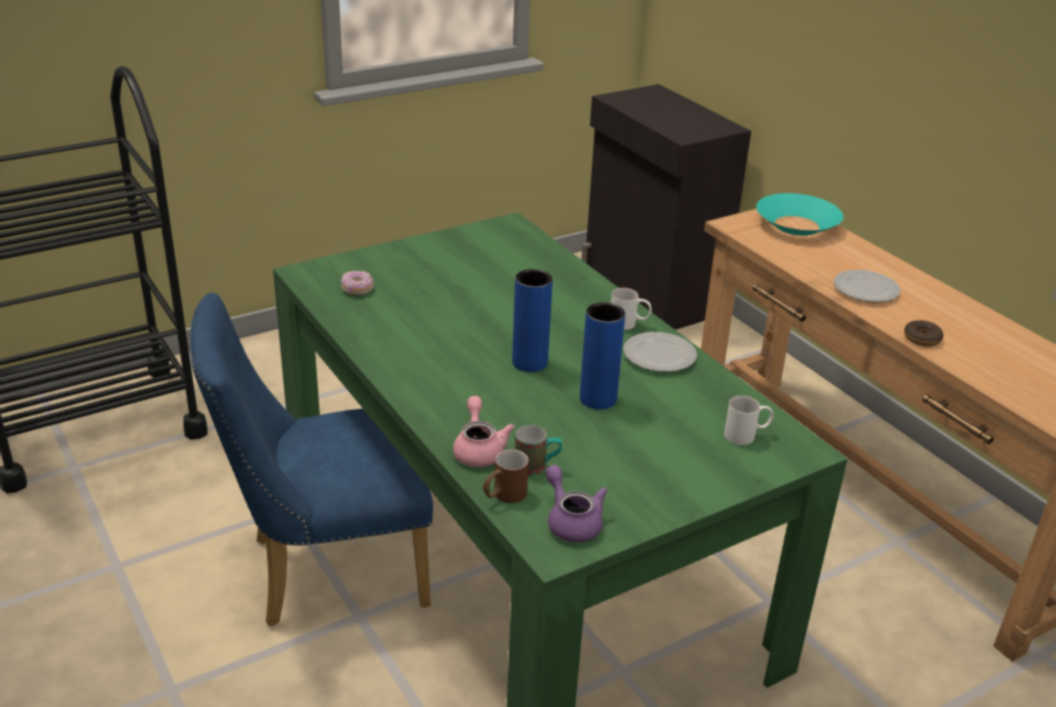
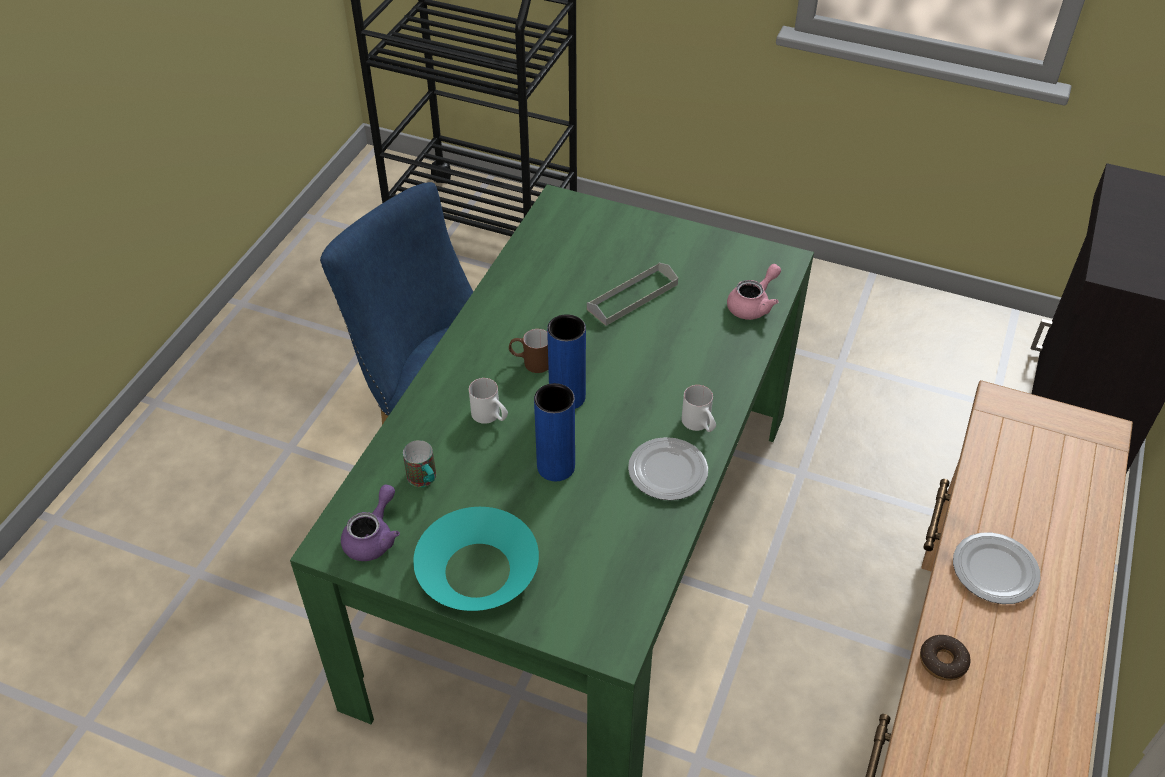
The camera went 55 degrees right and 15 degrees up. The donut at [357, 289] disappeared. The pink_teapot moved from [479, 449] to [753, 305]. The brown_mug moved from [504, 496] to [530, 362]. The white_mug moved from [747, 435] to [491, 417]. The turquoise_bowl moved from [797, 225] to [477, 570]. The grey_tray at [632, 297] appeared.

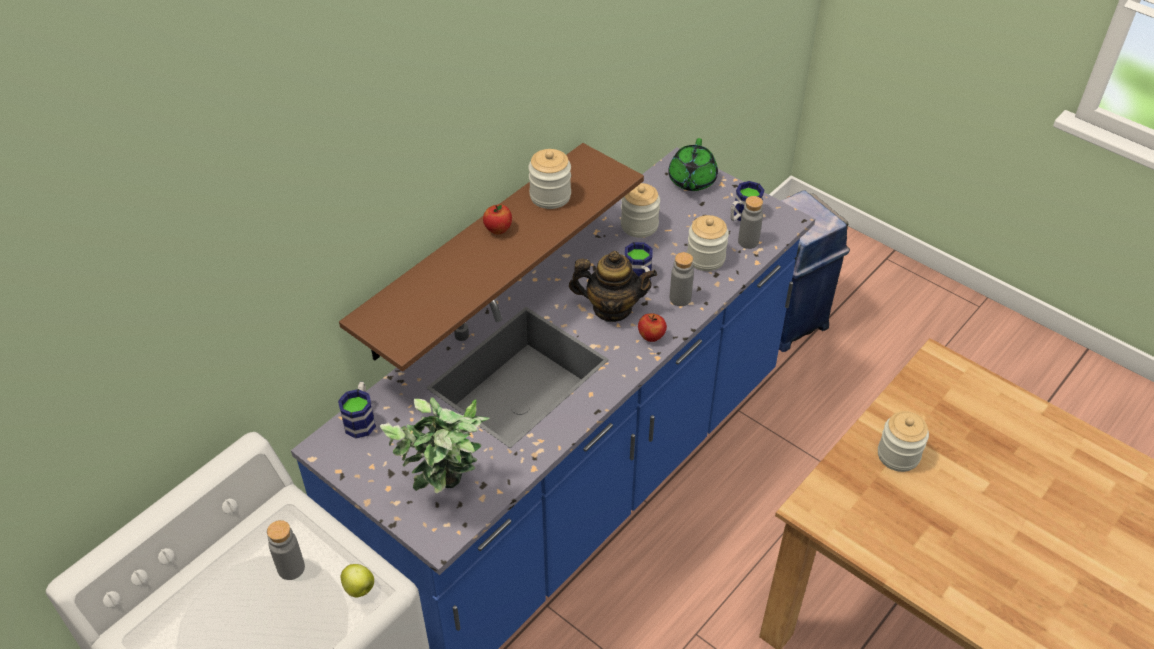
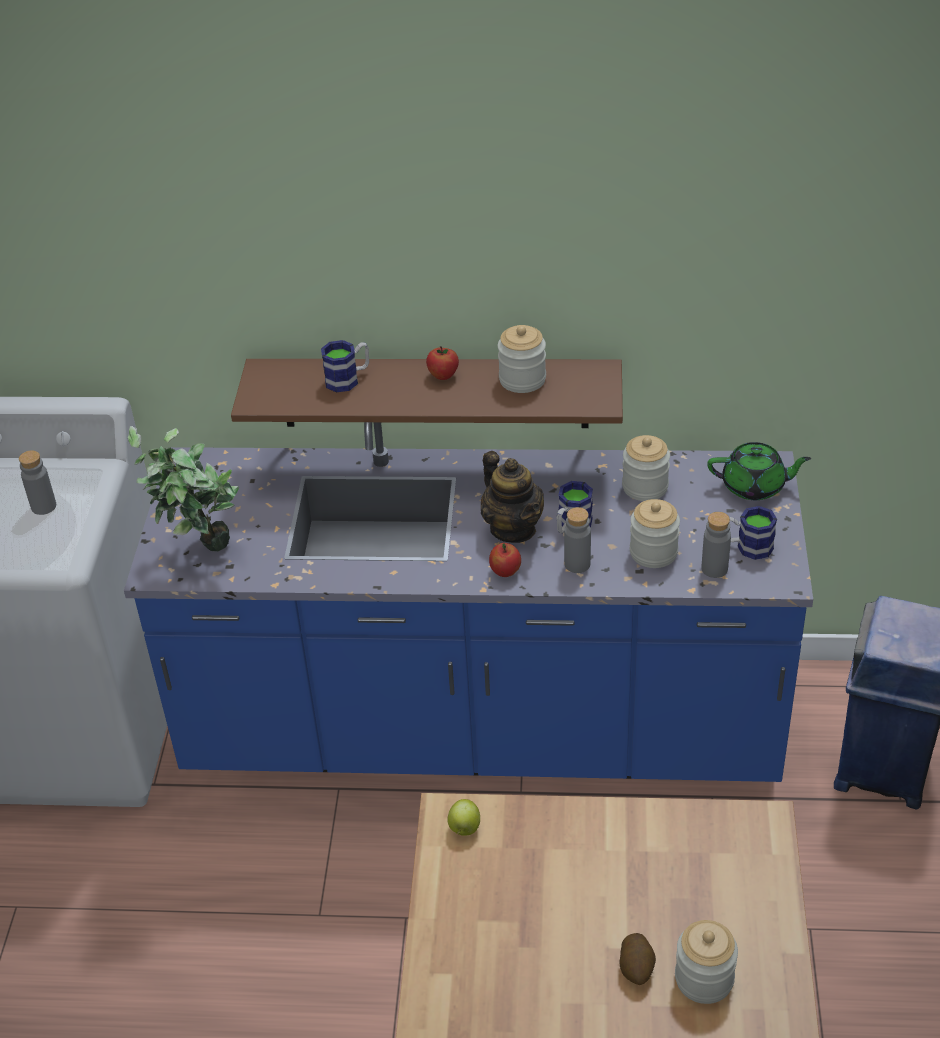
The camera went 55 degrees right and 5 degrees down. The mug moved from [361, 419] to [348, 379]. The apple moved from [360, 589] to [464, 828]. The green_teapot at [691, 181] turned 150 degrees counterclockwise. The jar moved from [898, 455] to [704, 979]. The potato at [637, 968] appeared.

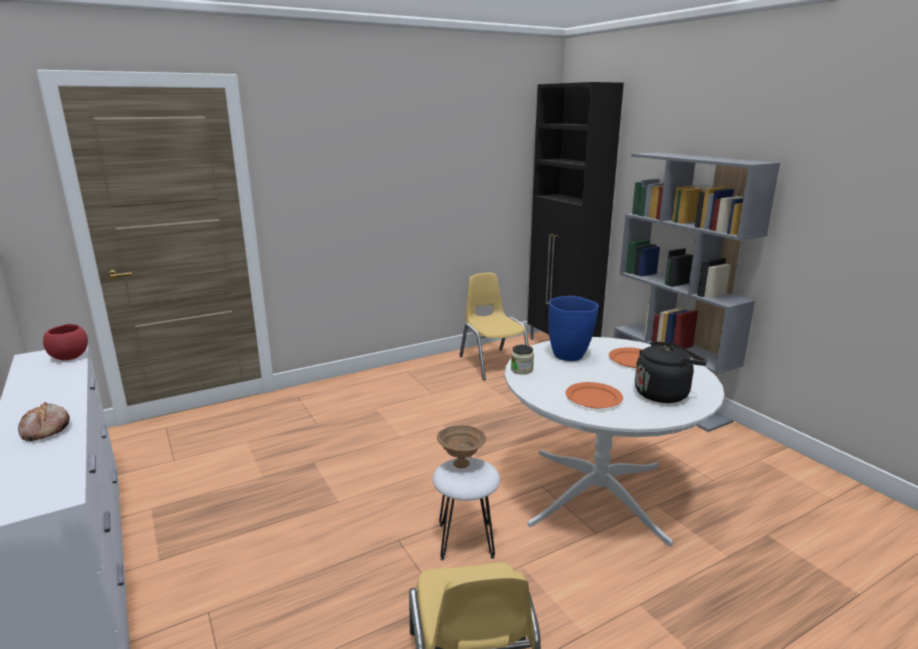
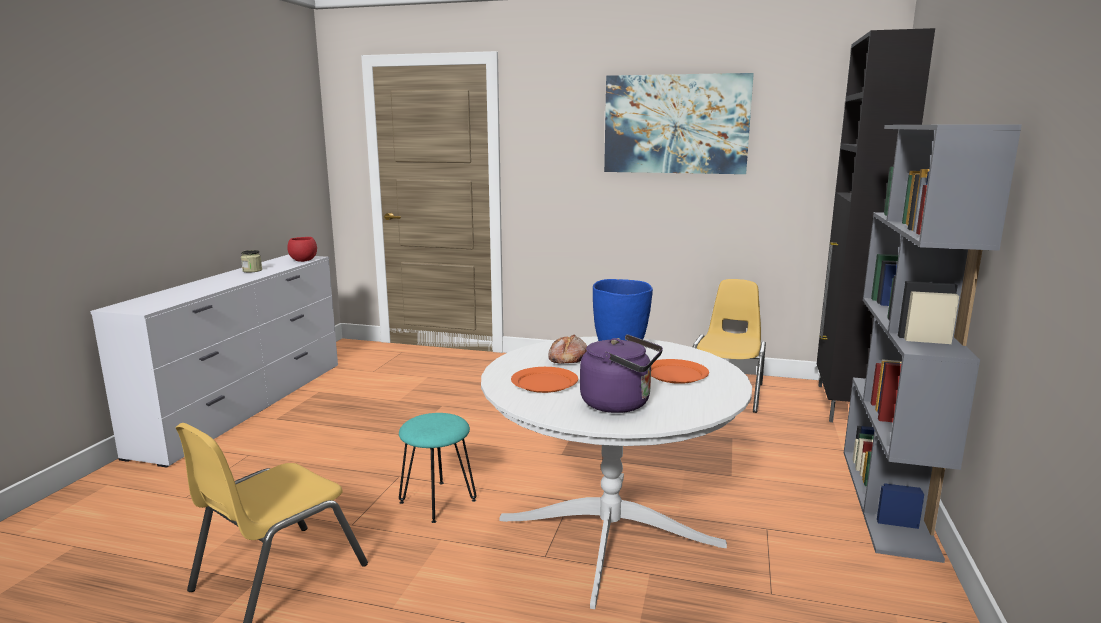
The camera went 45 degrees right and 5 degrees down. The bread moved from [45, 430] to [567, 359]. The white_stool at [465, 540] became the turquoise_stool at [437, 501]. The brown_bowl at [460, 463] disappeared. The jar moved from [522, 370] to [252, 270]. The black_kettle at [663, 393] became the purple_kettle at [620, 404]. The picture at [676, 124] appeared.

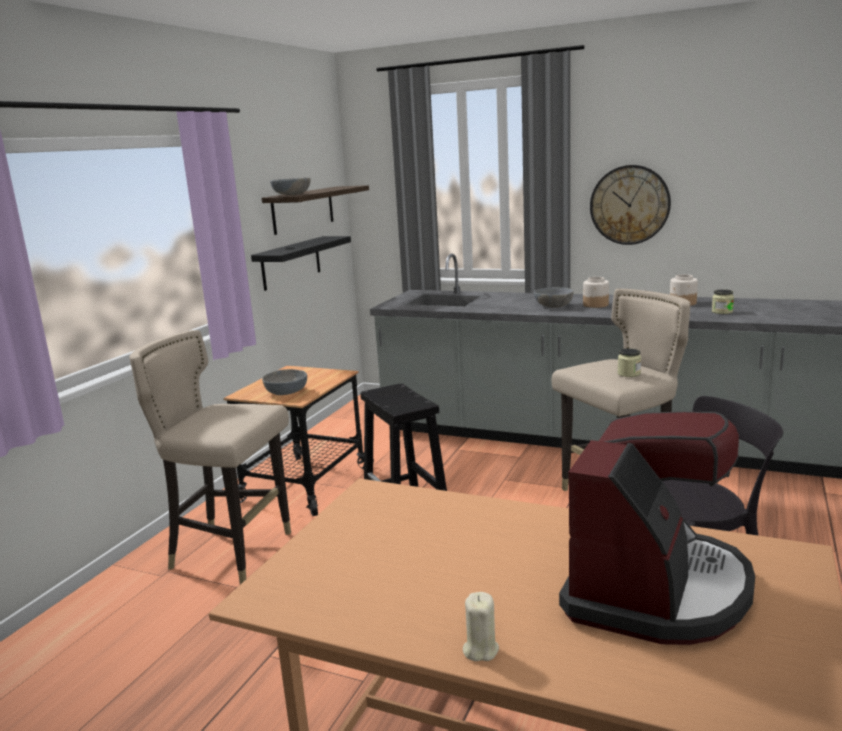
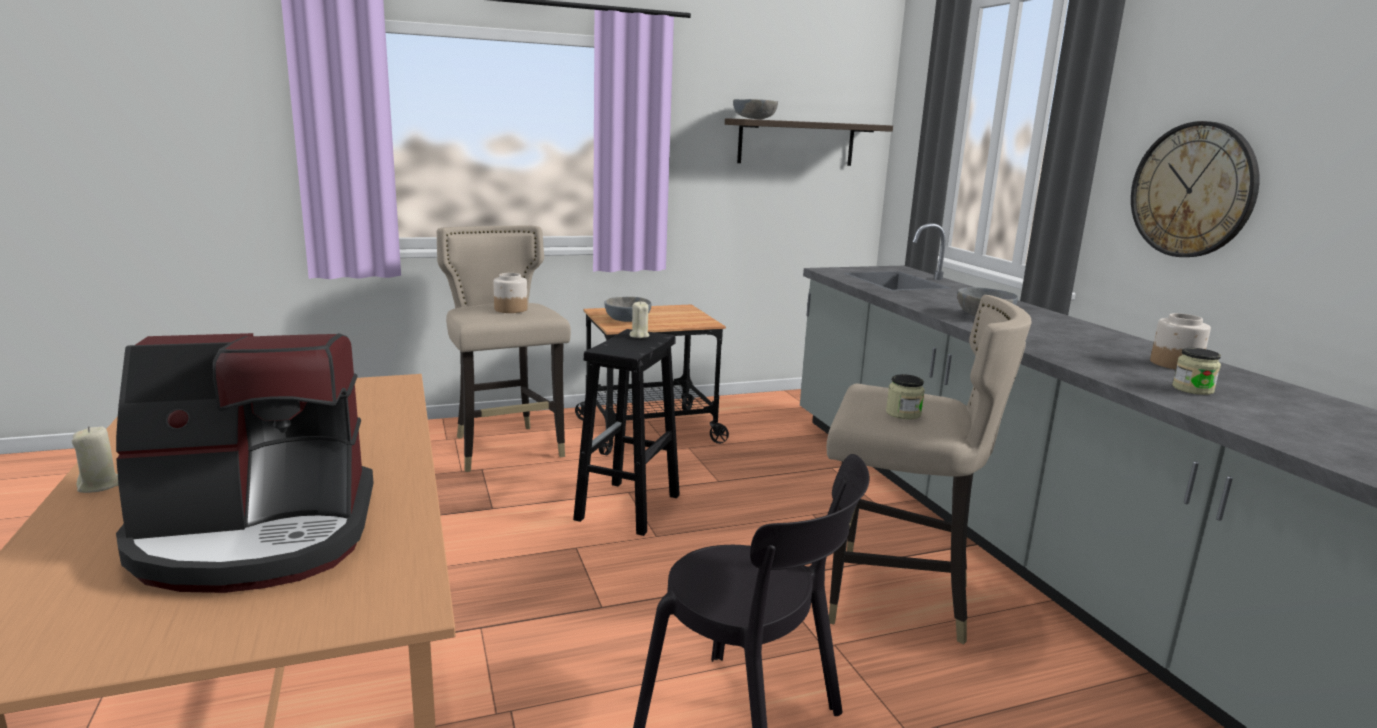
The camera went 45 degrees right and 0 degrees up. The black_shelf at [291, 262] disappeared. The jar moved from [595, 305] to [510, 309]. The beige_candle at [639, 335] appeared.

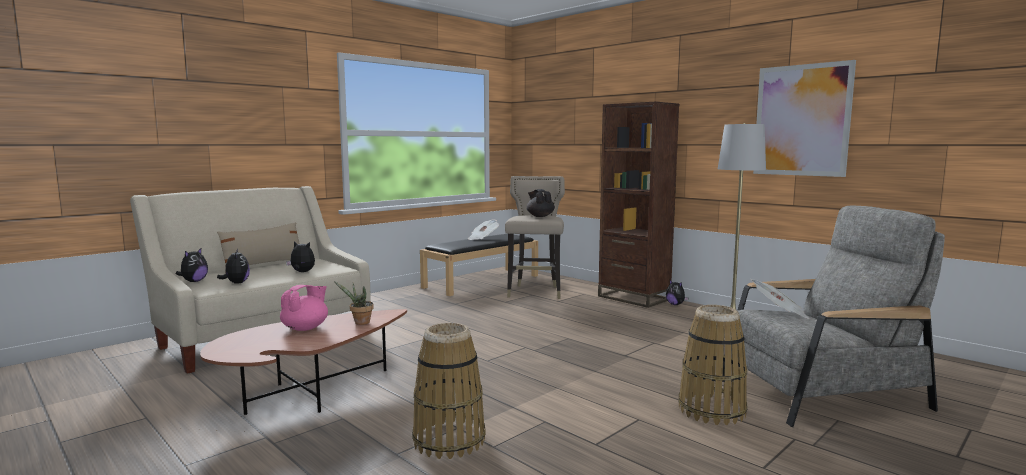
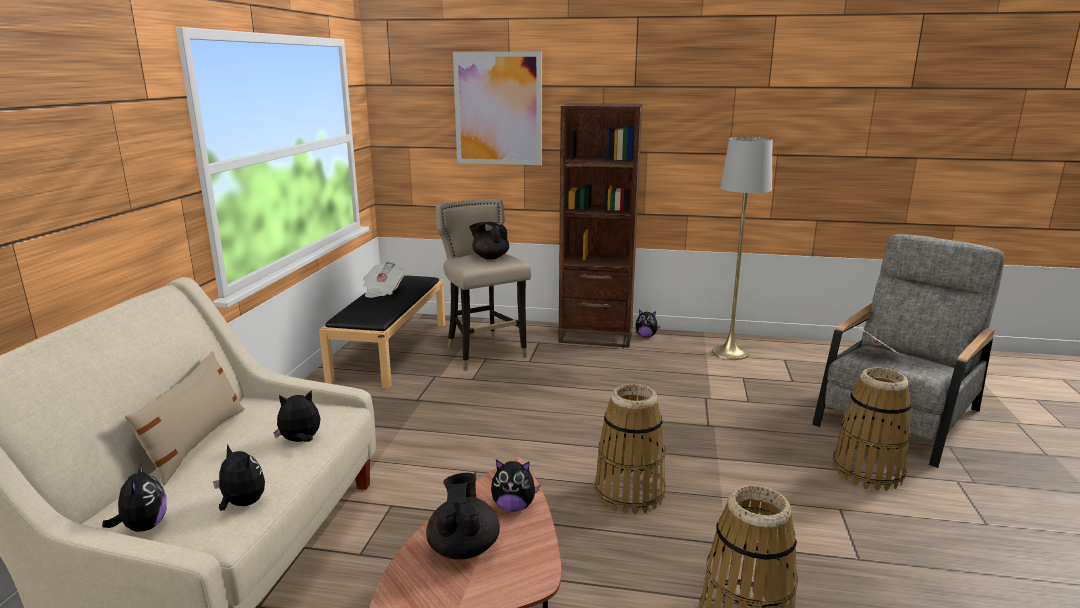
The camera went 35 degrees left and 10 degrees up. The pink_teapot at [306, 328] became the black_teapot at [463, 547]. The potted_plant at [360, 323] was replaced by the plush_toy at [514, 506]. The picture moved from [801, 120] to [498, 109]. The basket at [629, 492] appeared.

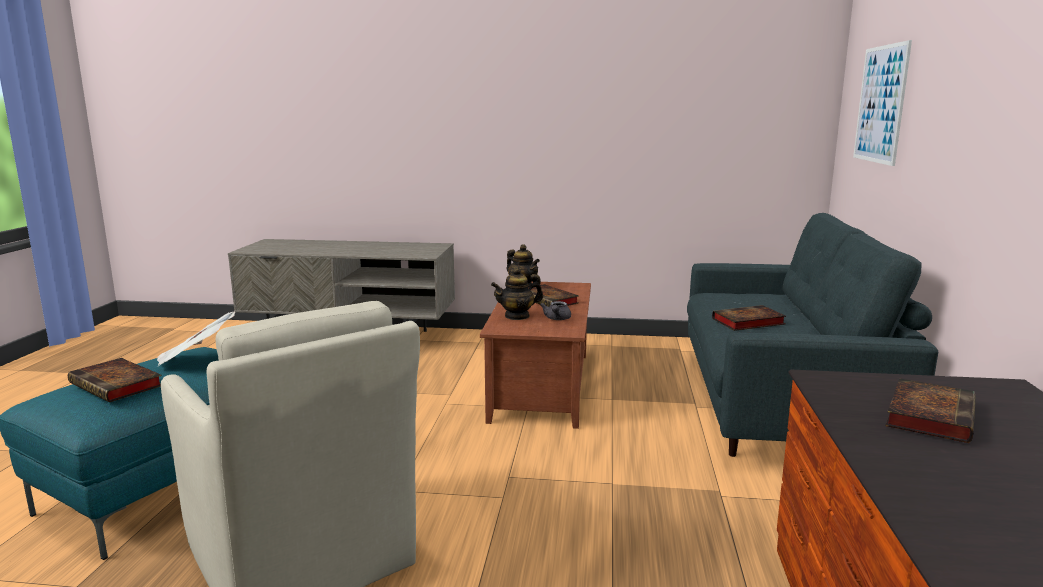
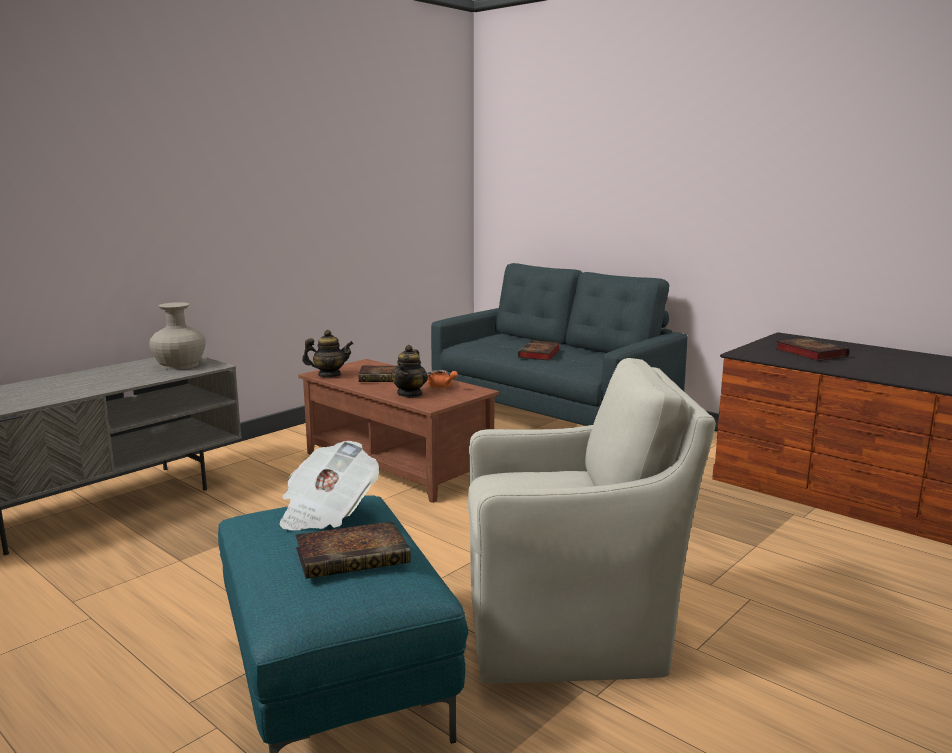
The camera went 55 degrees left and 0 degrees up. The grey_teapot at [556, 319] became the orange_teapot at [441, 387]. The picture at [880, 104] disappeared. The beige_vase at [179, 365] appeared.

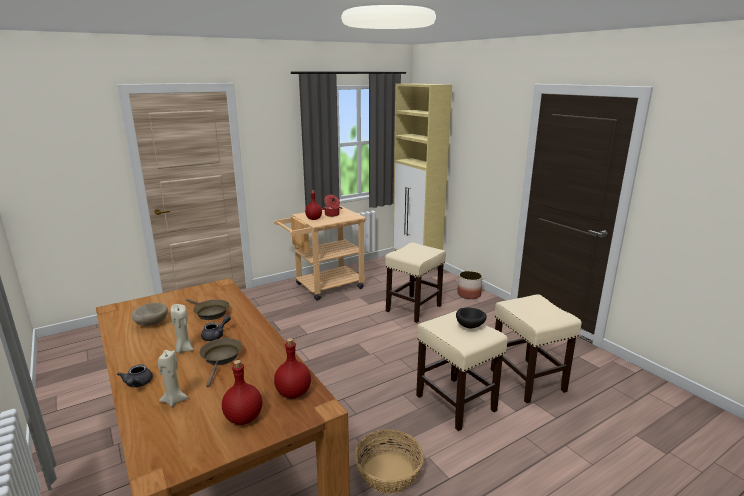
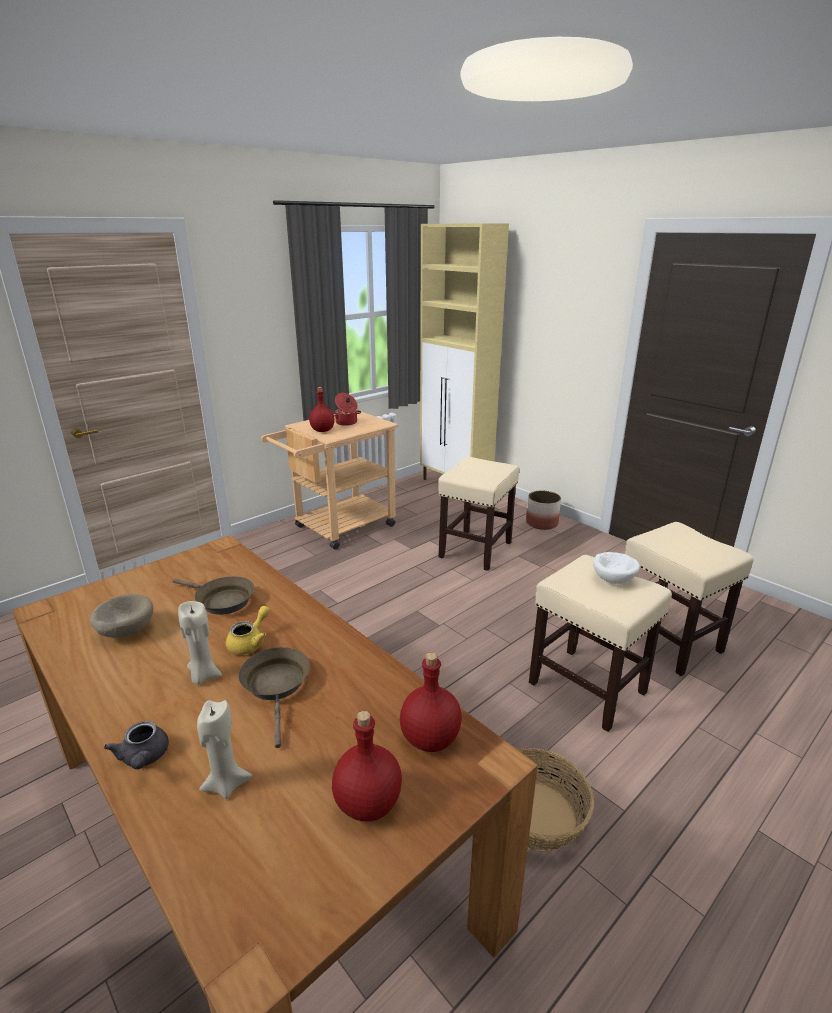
The camera went 10 degrees left and 5 degrees up. The grey_teapot at [216, 335] became the yellow_teapot at [250, 642]. The black_bowl at [470, 326] became the white_bowl at [614, 579].

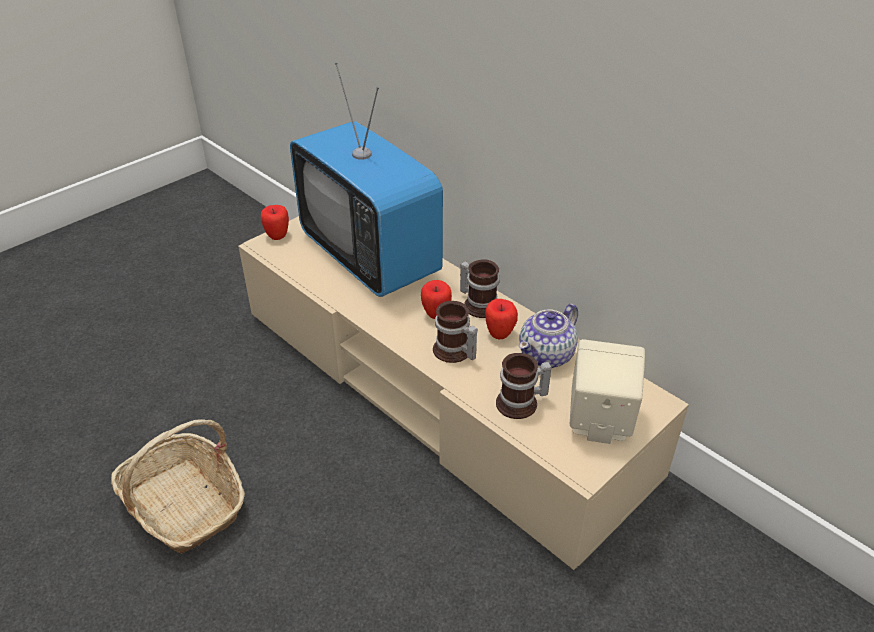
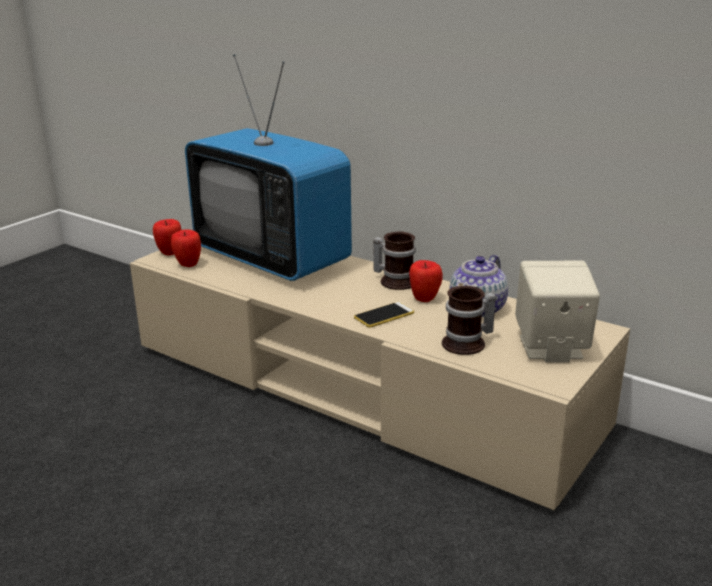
The camera went 10 degrees left and 15 degrees down. The basket at [185, 505] disappeared. The apple moved from [436, 315] to [188, 264]. The mug at [453, 352] was replaced by the phone at [384, 315].

